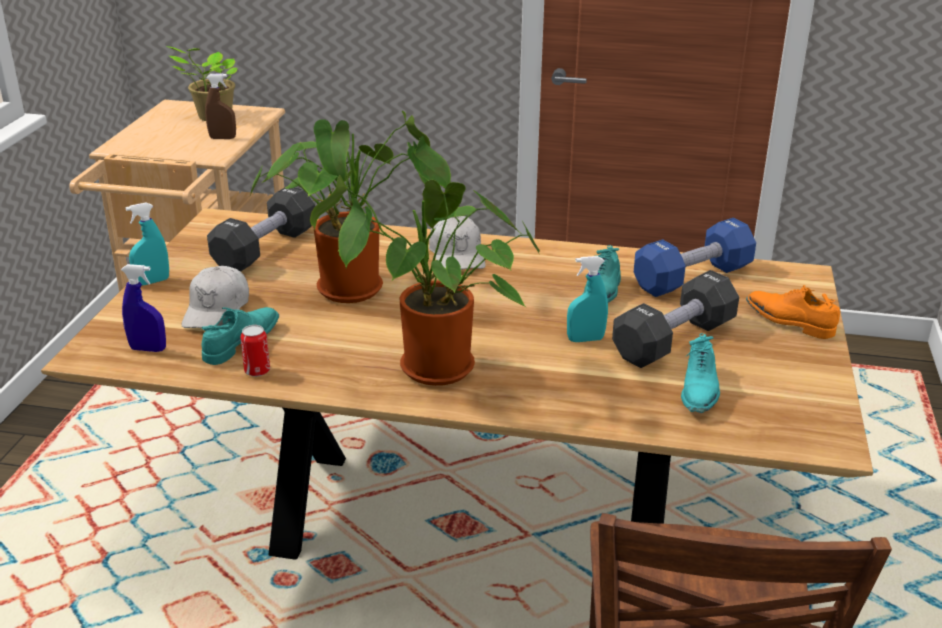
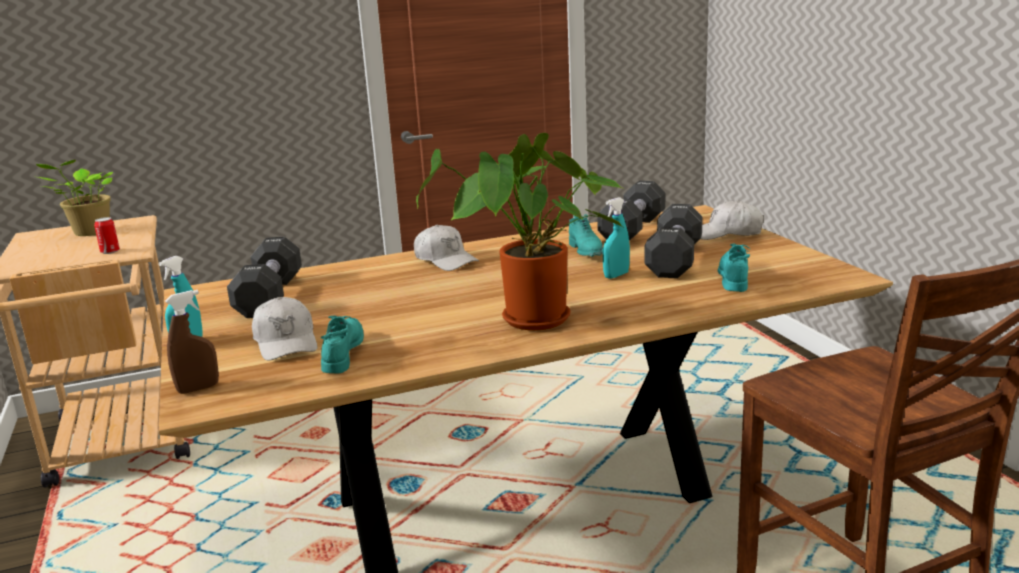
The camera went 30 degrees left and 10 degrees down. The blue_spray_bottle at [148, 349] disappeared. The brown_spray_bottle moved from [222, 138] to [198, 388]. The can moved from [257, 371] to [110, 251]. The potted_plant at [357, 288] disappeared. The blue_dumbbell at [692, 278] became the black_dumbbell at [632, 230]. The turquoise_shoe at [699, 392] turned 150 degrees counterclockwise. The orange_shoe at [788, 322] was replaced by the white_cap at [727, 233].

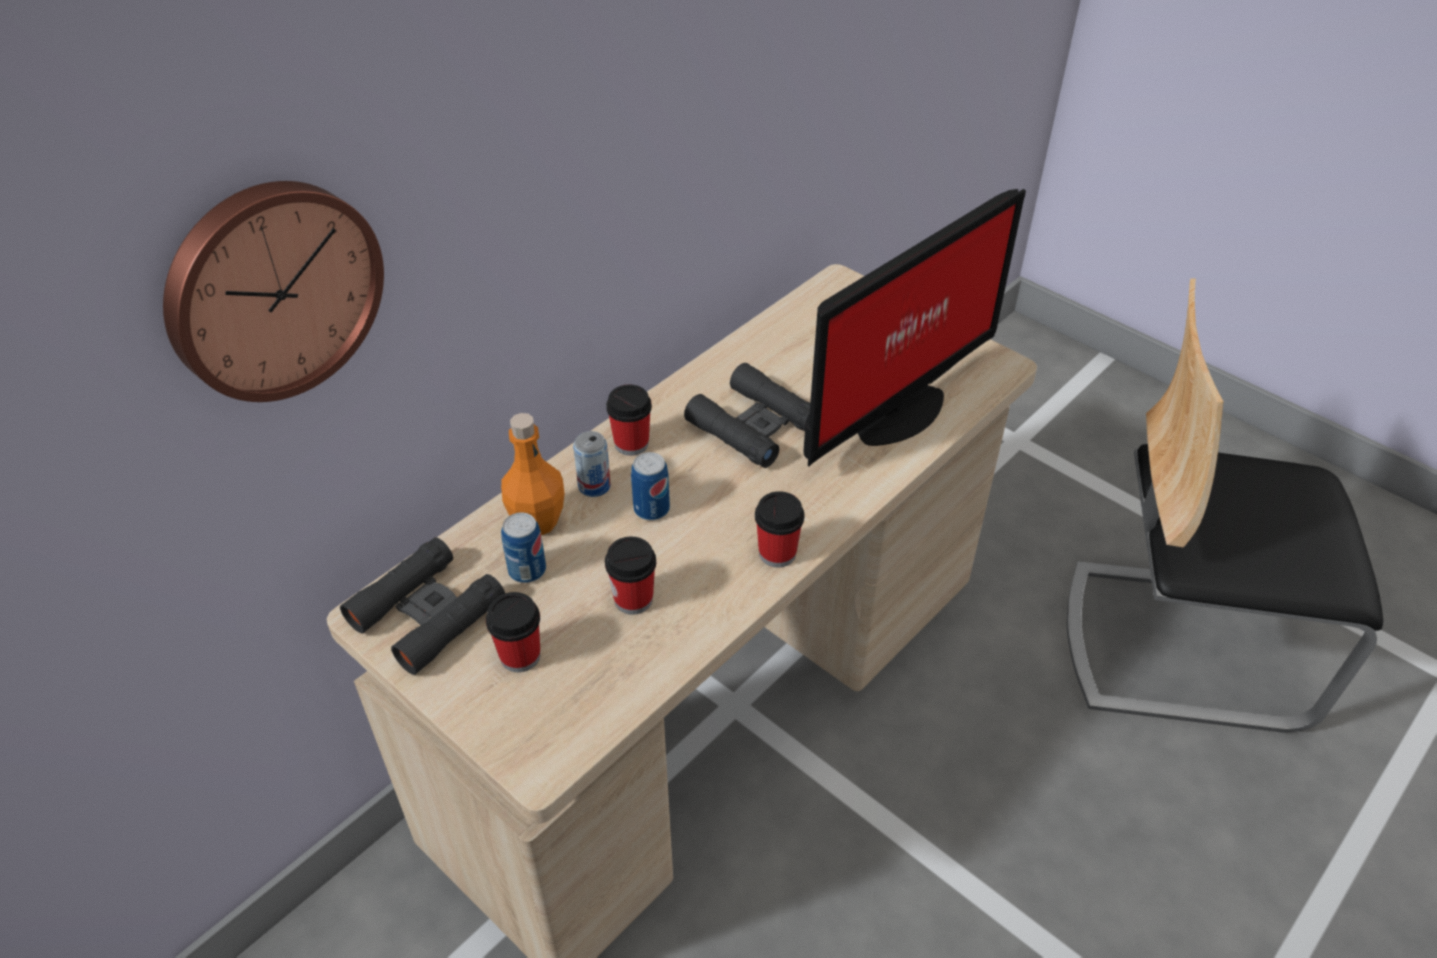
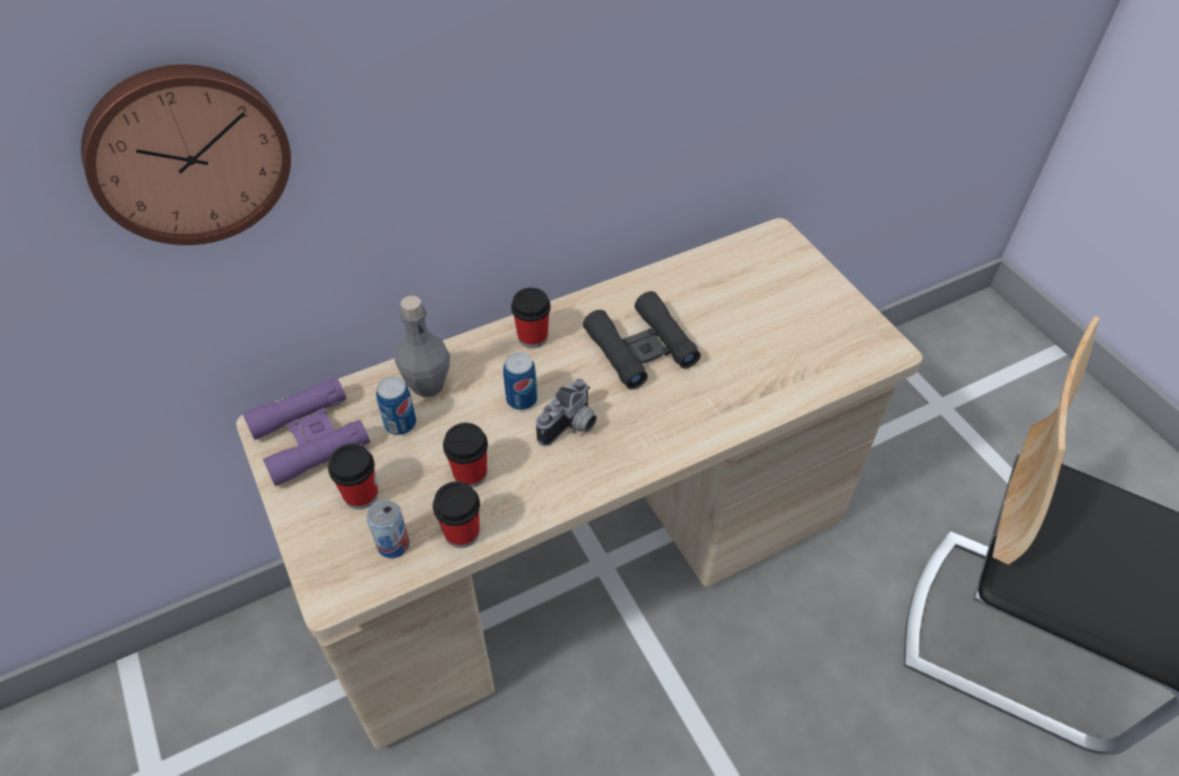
The camera went 20 degrees right and 5 degrees up. The black_binoculars at [427, 613] became the purple_binoculars at [309, 437]. The orange_bottle at [537, 522] became the grey_bottle at [428, 384]. The can moved from [594, 486] to [393, 544]. The cup moved from [777, 553] to [462, 533]. The monitor at [893, 413] disappeared. The photo_camera at [571, 427] appeared.

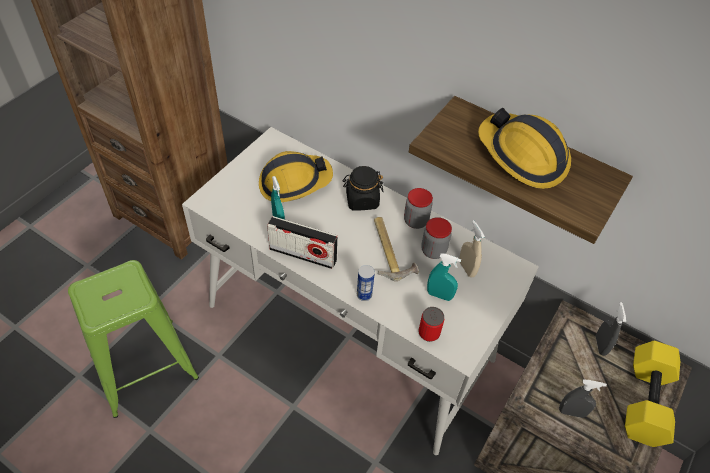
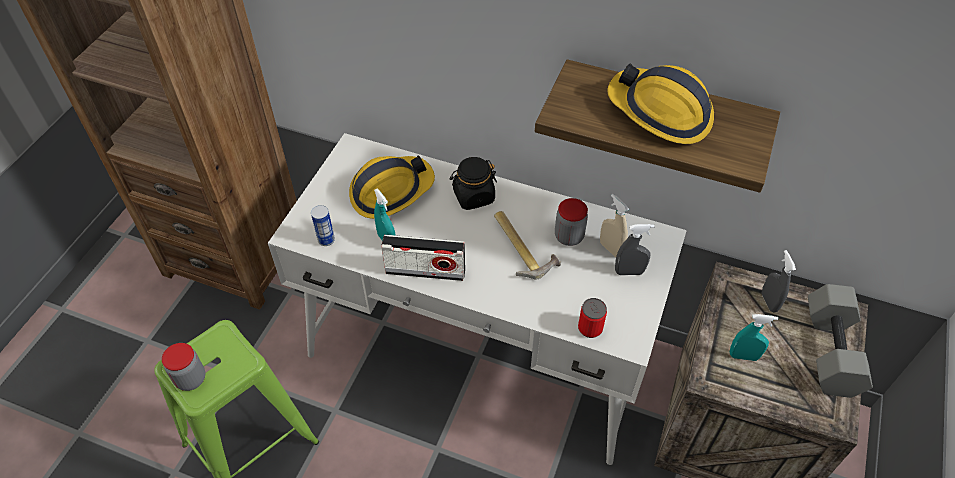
The camera went 10 degrees left and 0 degrees up. The can moved from [364, 295] to [326, 240]. The jar moved from [415, 221] to [191, 379]. The turquoise_spray_bottle moved from [439, 295] to [743, 356]. The grey_spray_bottle moved from [572, 412] to [629, 272]. The yellow_dumbbell at [643, 400] became the grey_dumbbell at [828, 350].

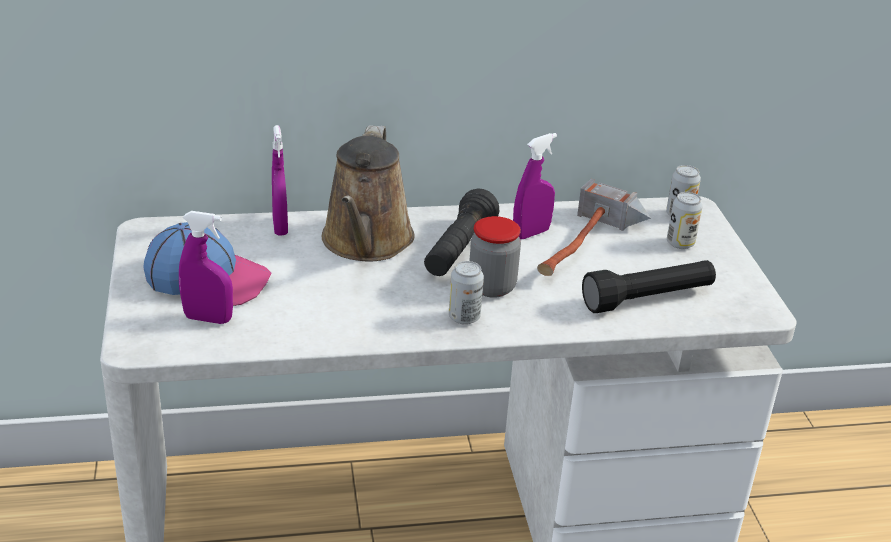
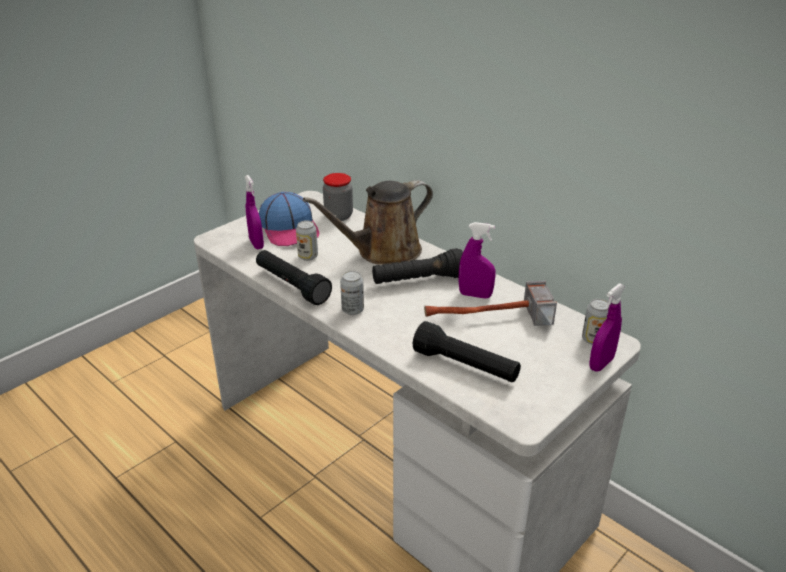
The camera went 55 degrees right and 0 degrees up. The purple_spray_bottle moved from [280, 227] to [601, 364]. The jar moved from [492, 287] to [338, 216]. The can moved from [680, 243] to [308, 256]. The black_flashlight at [291, 286] appeared.

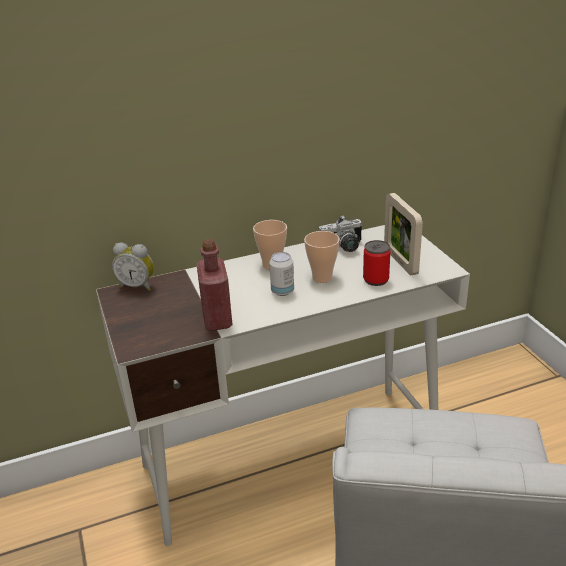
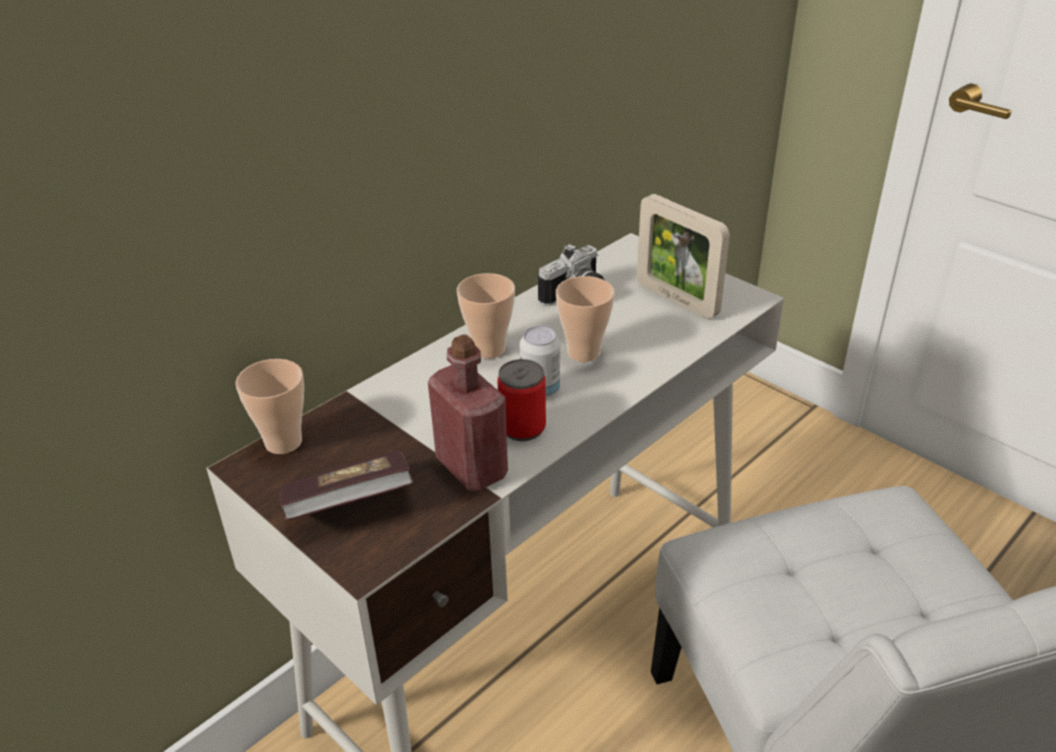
The camera went 25 degrees left and 5 degrees up. The alarm_clock at [137, 286] was replaced by the cup at [283, 442]. The can moved from [376, 279] to [522, 428]. The book at [349, 505] appeared.

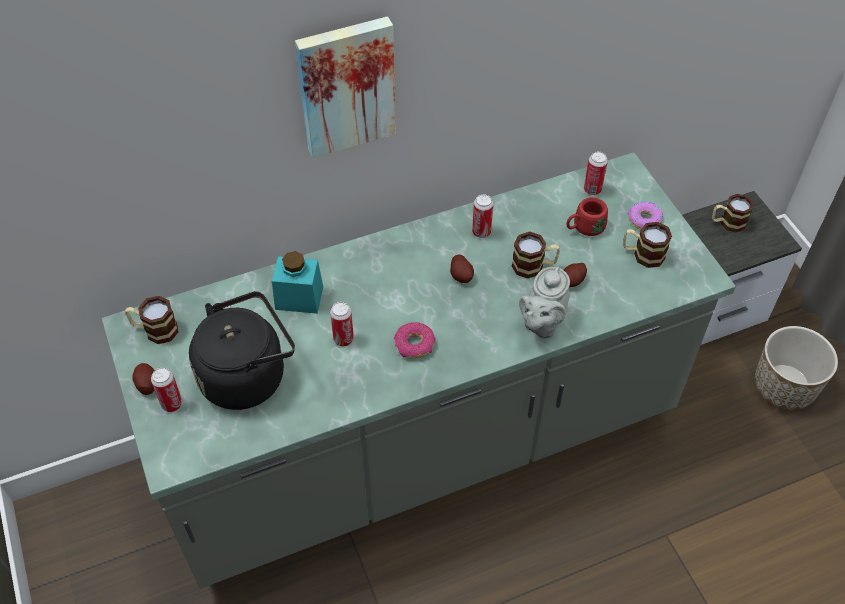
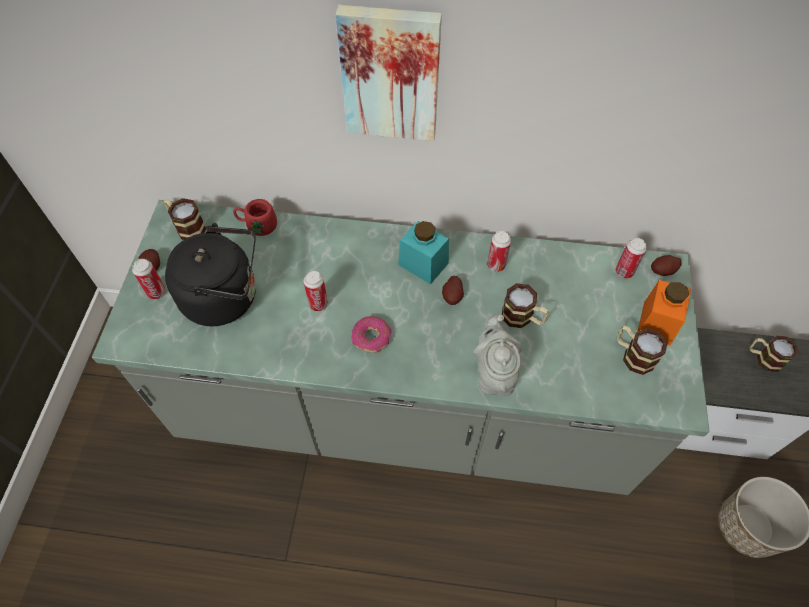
The camera went 30 degrees right and 5 degrees up. The turquoise_jar moved from [299, 298] to [423, 264]. The grey_teapot at [541, 323] turned 120 degrees clockwise. The potato moved from [572, 281] to [662, 271]. The red_mug moved from [584, 228] to [257, 225]. The donut at [644, 220] was replaced by the orange_jar at [657, 323].

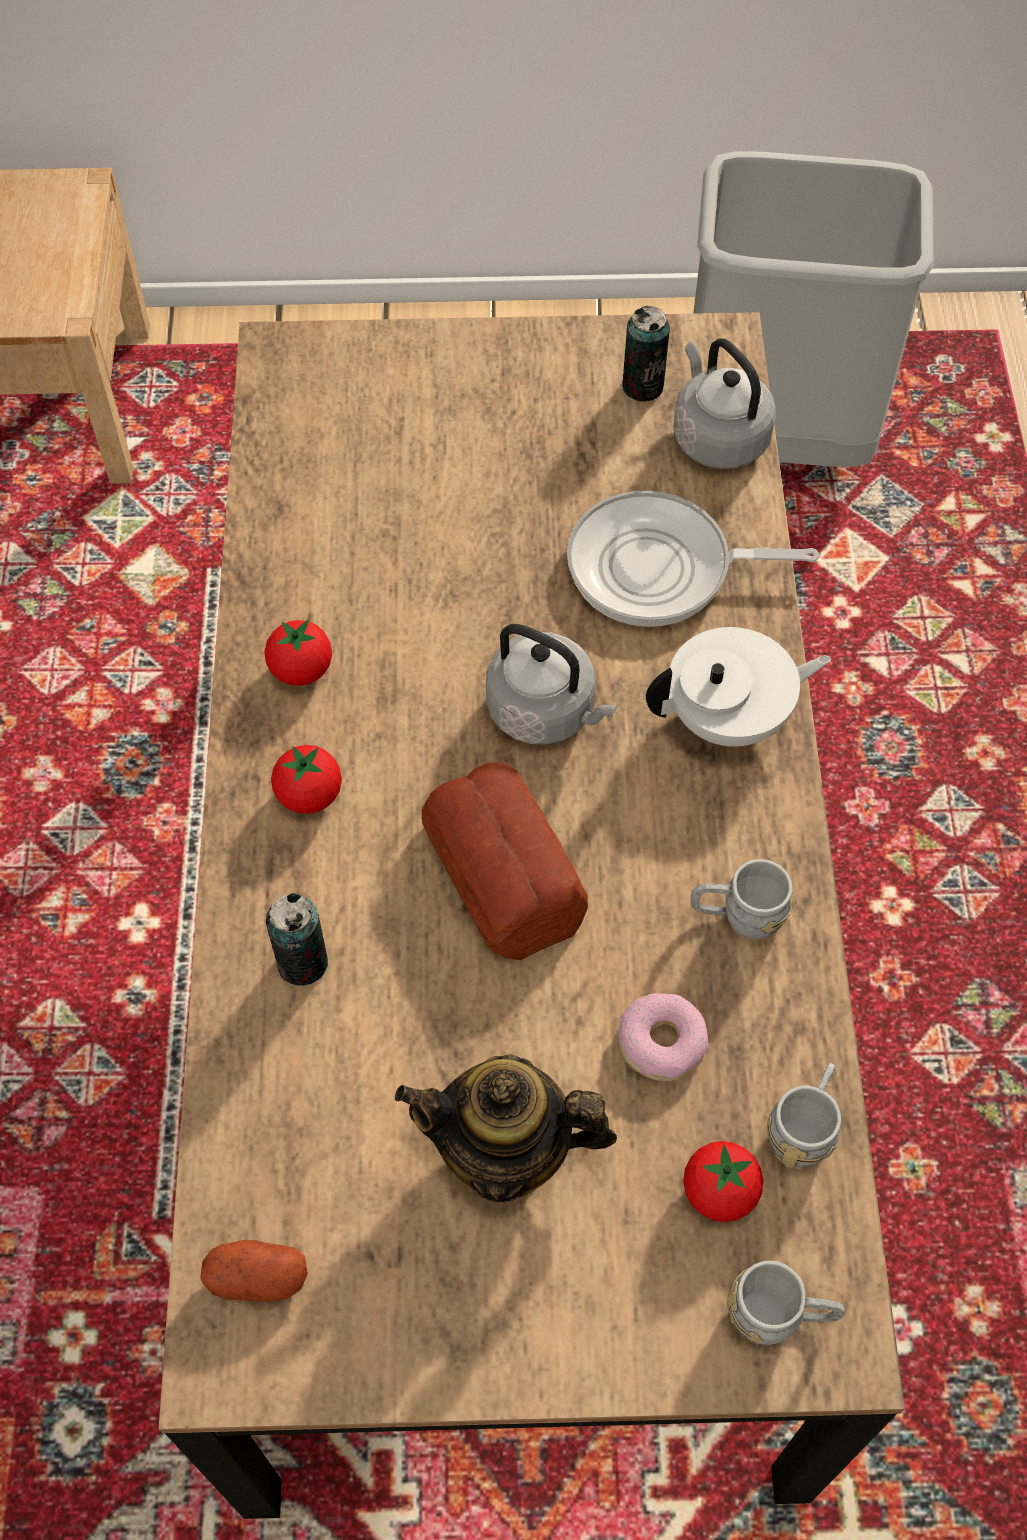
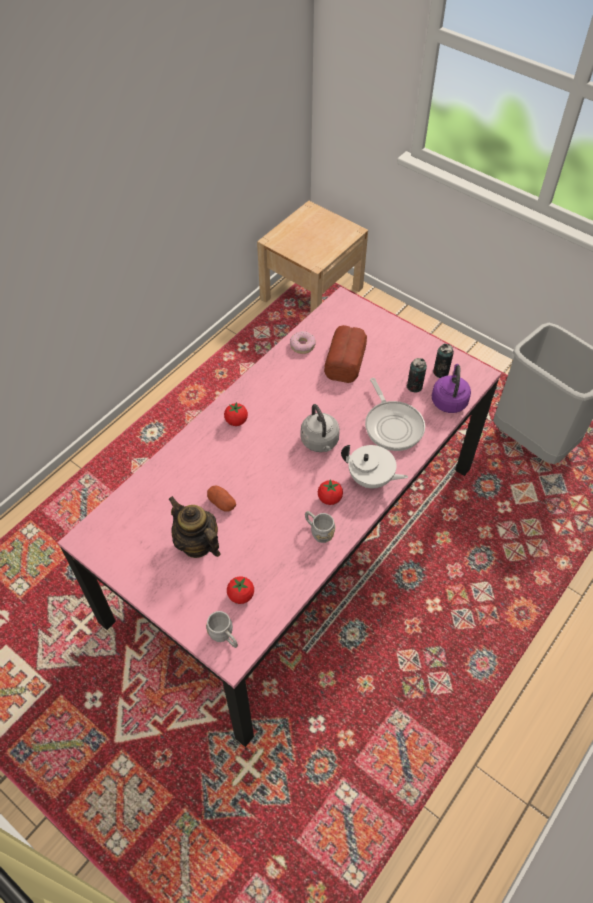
The camera went 40 degrees right and 5 degrees down. The brown_dining_table at [515, 986] became the pink_dining_table at [296, 543]. The potato moved from [258, 1277] to [222, 503]. The tomato moved from [301, 669] to [329, 498]. The can moved from [302, 963] to [414, 386]. The bread moved from [503, 868] to [346, 359]. The frying_pan at [659, 568] turned 150 degrees counterclockwise. The donut moved from [661, 1042] to [302, 345]. The grey_kettle at [717, 437] became the purple_kettle at [449, 400]. The grey_mug at [804, 1127] disappeared.

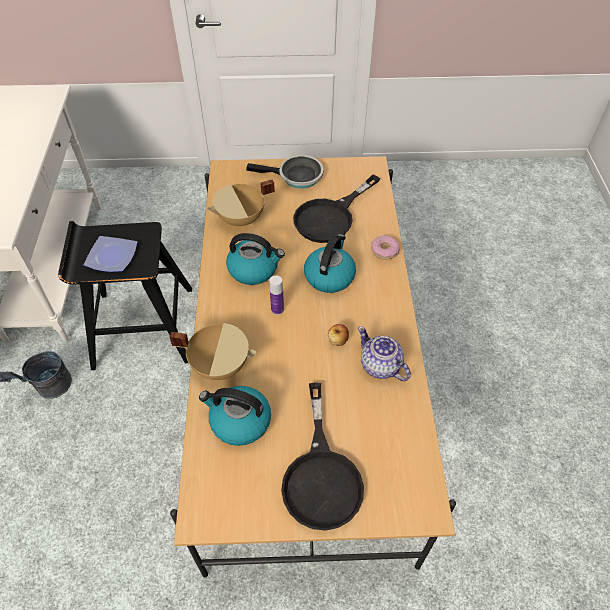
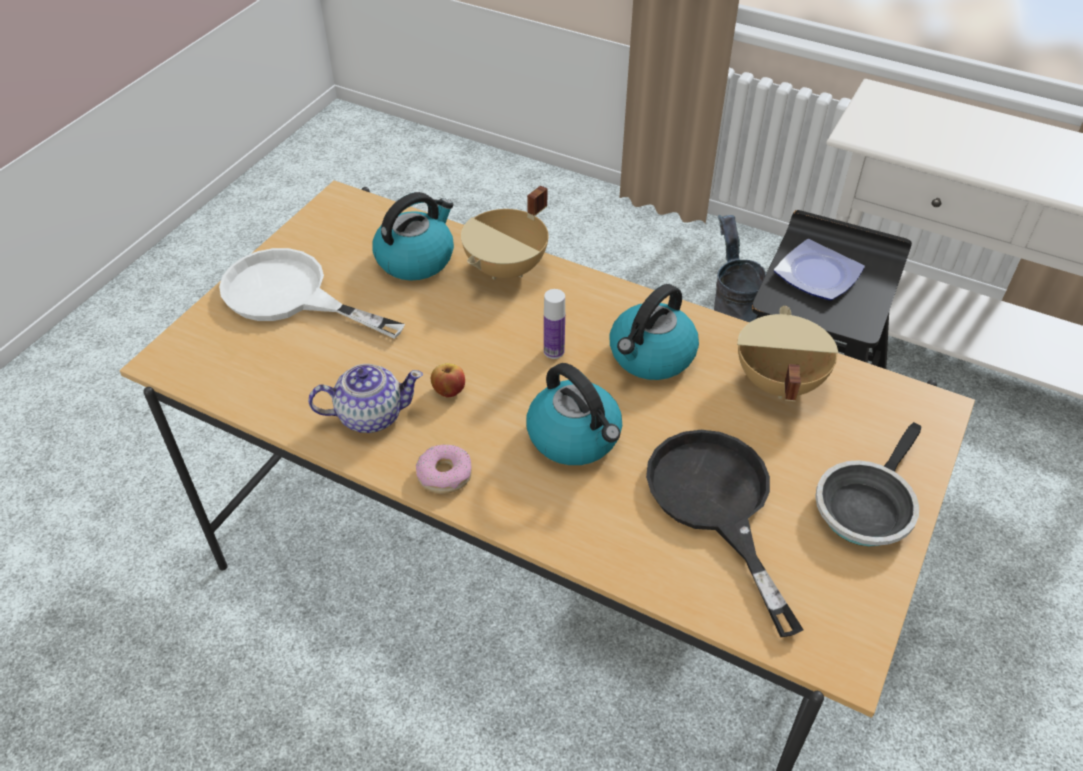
The camera went 120 degrees right and 5 degrees down. The black_frying_pan at [321, 475] became the white_frying_pan at [291, 296]. The donut moved from [385, 250] to [444, 475].

